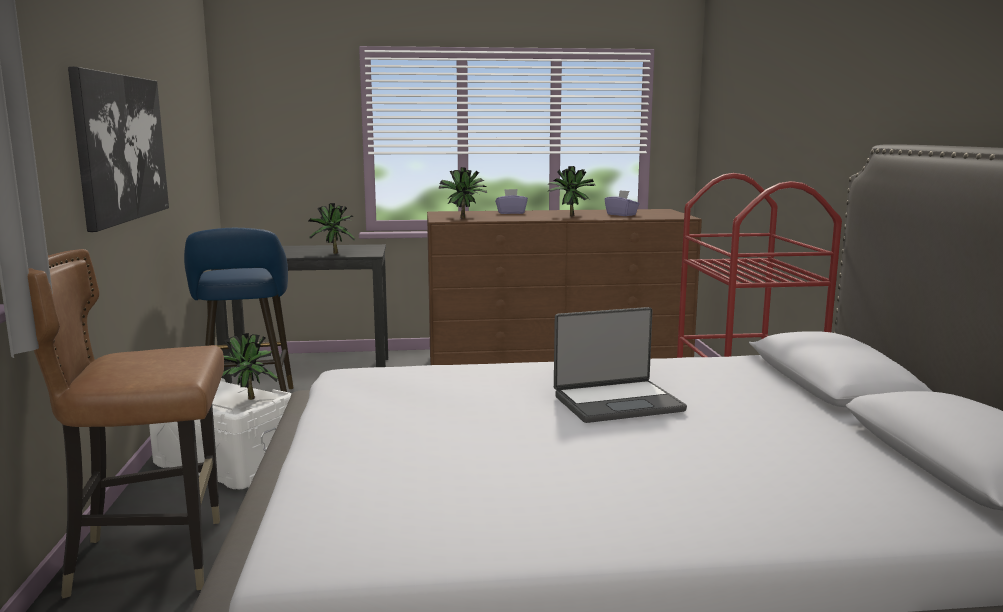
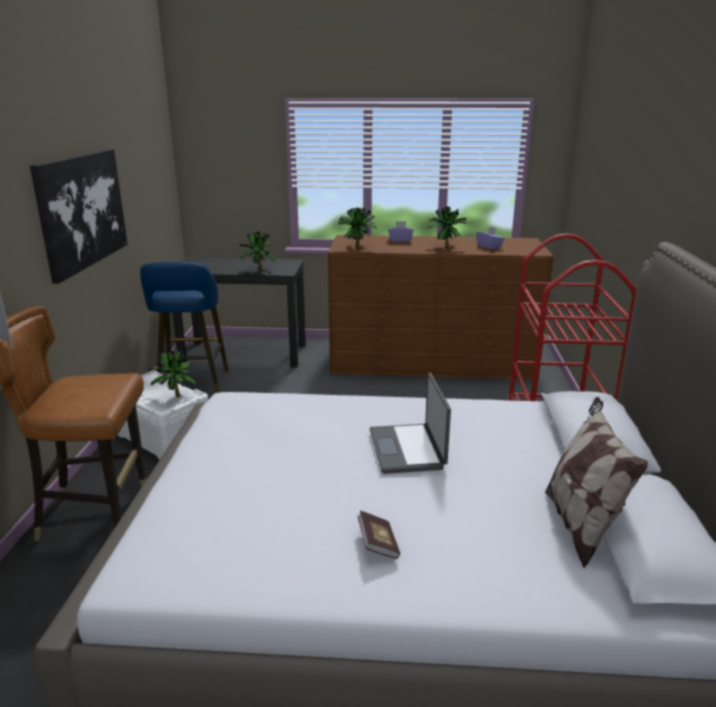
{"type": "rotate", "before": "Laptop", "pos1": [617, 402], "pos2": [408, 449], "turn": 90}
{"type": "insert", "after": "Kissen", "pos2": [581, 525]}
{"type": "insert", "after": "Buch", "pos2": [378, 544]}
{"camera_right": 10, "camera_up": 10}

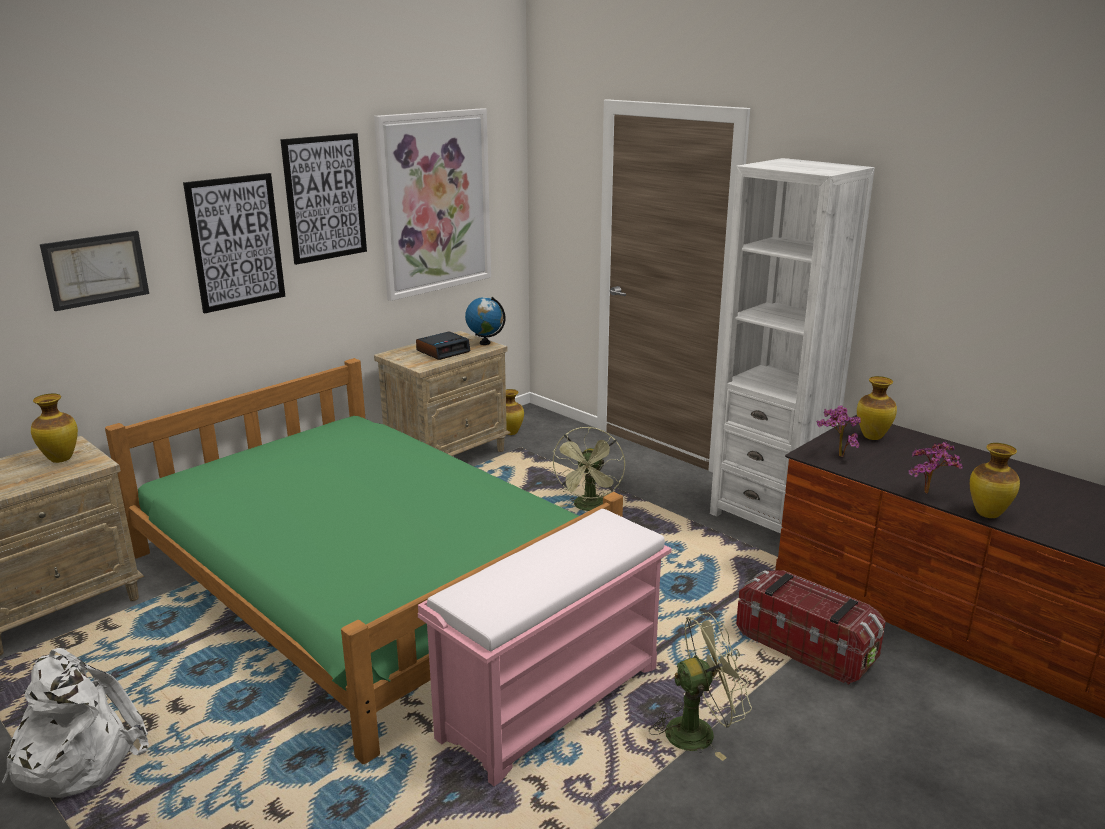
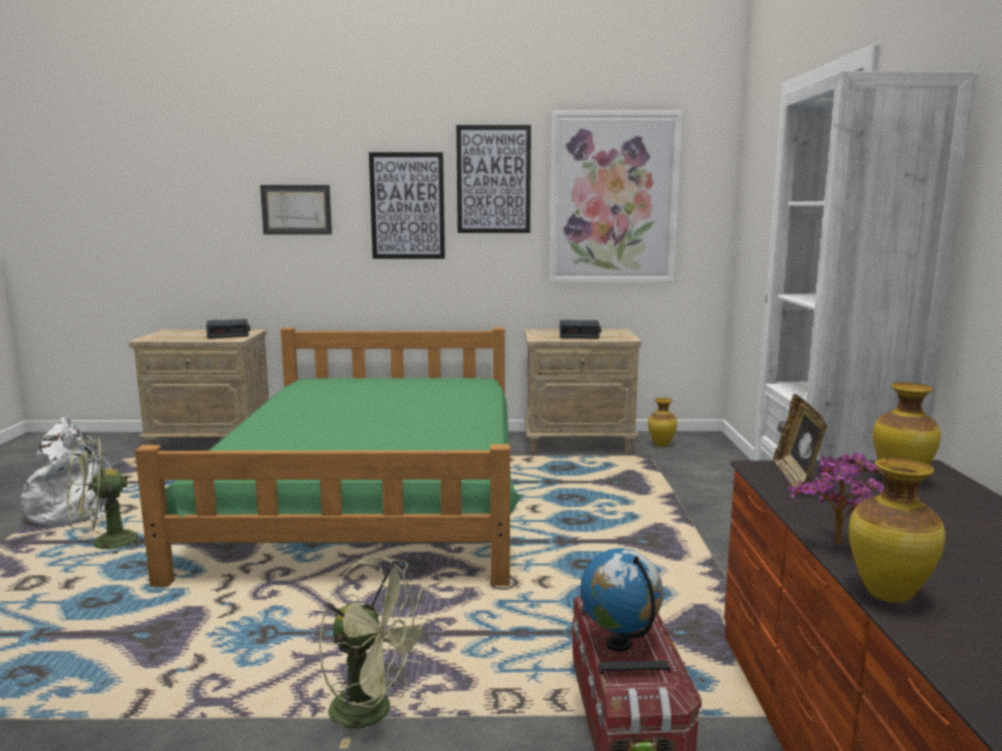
{"type": "move", "before": "Globus", "pos1": [485, 343], "pos2": [619, 644]}
{"type": "replace", "before": "Vase", "after": "Wecker", "pos1": [61, 459], "pos2": [228, 334]}
{"type": "replace", "before": "Topfpflanze", "after": "Bilderrahmen", "pos1": [836, 455], "pos2": [796, 478]}
{"type": "move", "before": "Ventilator [grün]", "pos1": [589, 508], "pos2": [105, 544]}
{"type": "delete", "before": "Bank [rosa]", "pos1": [552, 700]}
{"camera_right": 45, "camera_up": -10}

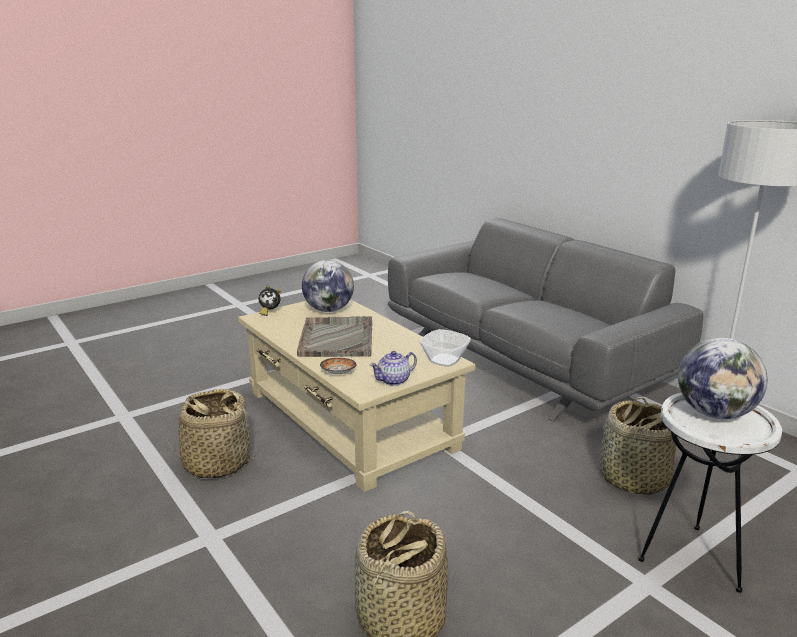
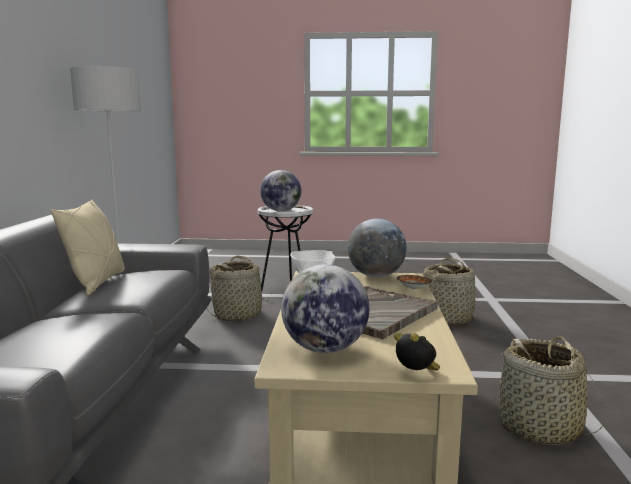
{"type": "replace", "before": "Teekanne", "after": "Globus", "pos1": [394, 380], "pos2": [376, 276]}
{"type": "insert", "after": "Kissen [beige]", "pos2": [97, 283]}
{"camera_right": -140, "camera_up": -10}

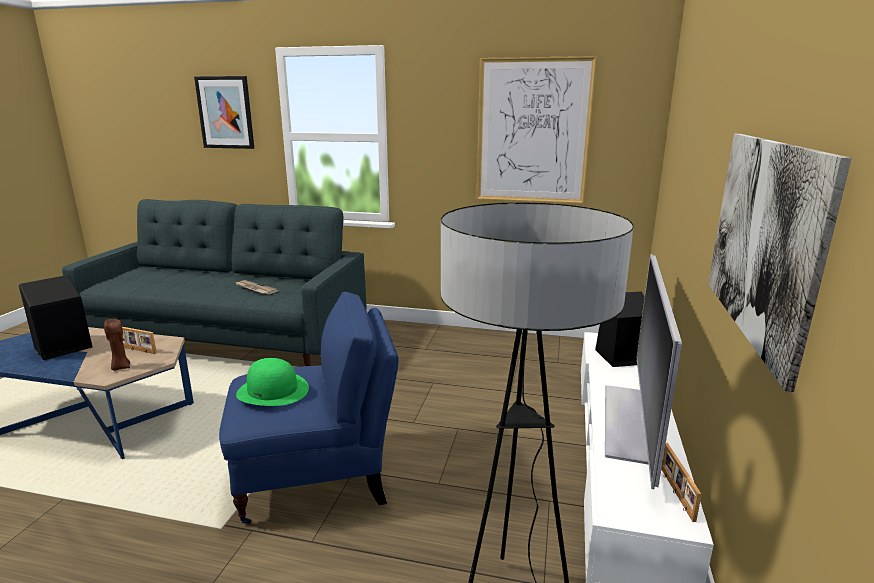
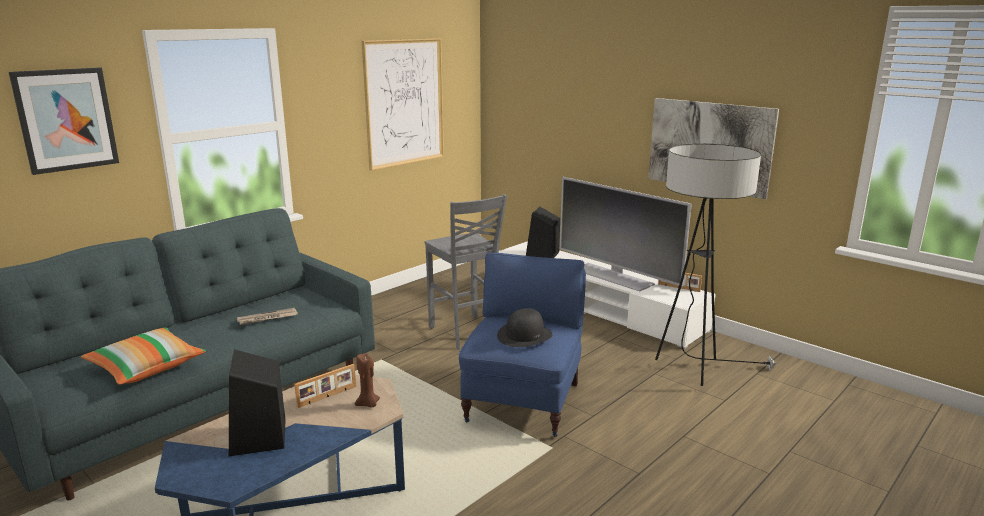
{"type": "recolor", "before": "Hut [grün]", "after": "Hut [schwarz]", "pos1": [273, 390], "pos2": [524, 335]}
{"type": "insert", "after": "Hocker [grau]", "pos2": [465, 334]}
{"type": "insert", "after": "Kissen", "pos2": [147, 368]}
{"camera_right": -60, "camera_up": 0}

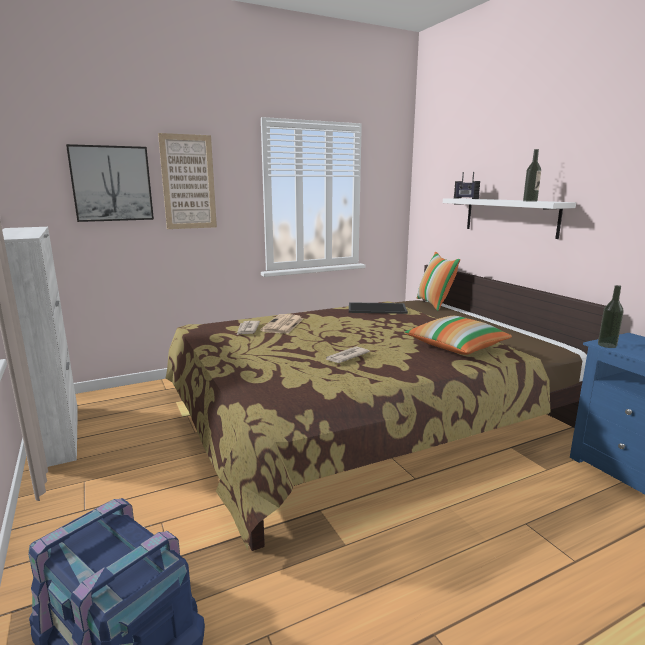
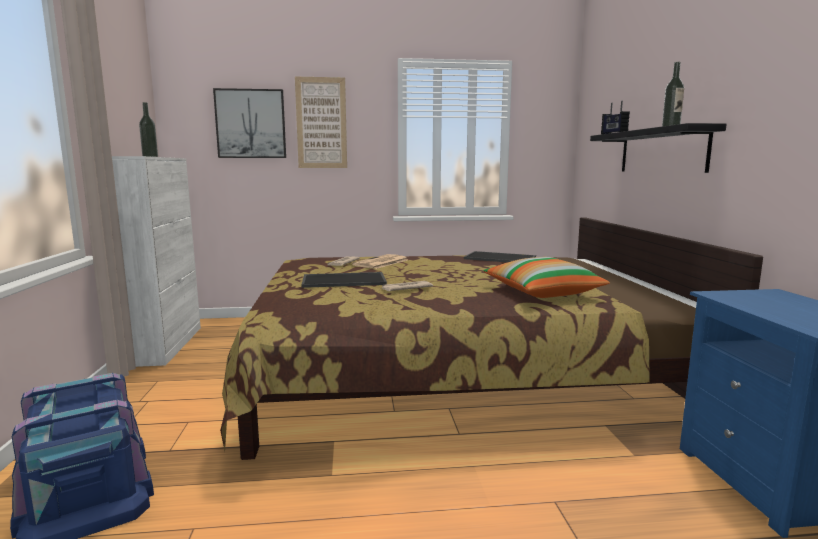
{"type": "recolor", "before": "Wandregal [weiß]", "after": "Wandregal [schwarz]", "pos1": [510, 216], "pos2": [661, 151]}
{"type": "delete", "before": "Kissen", "pos1": [435, 304]}
{"type": "move", "before": "Flasche", "pos1": [607, 345], "pos2": [150, 156]}
{"type": "insert", "after": "Tablett", "pos2": [345, 280]}
{"camera_right": 20, "camera_up": -5}

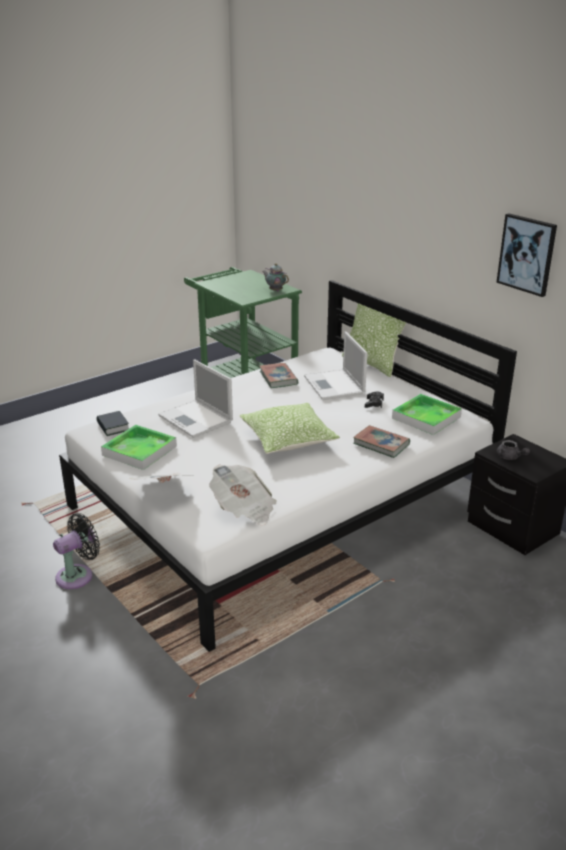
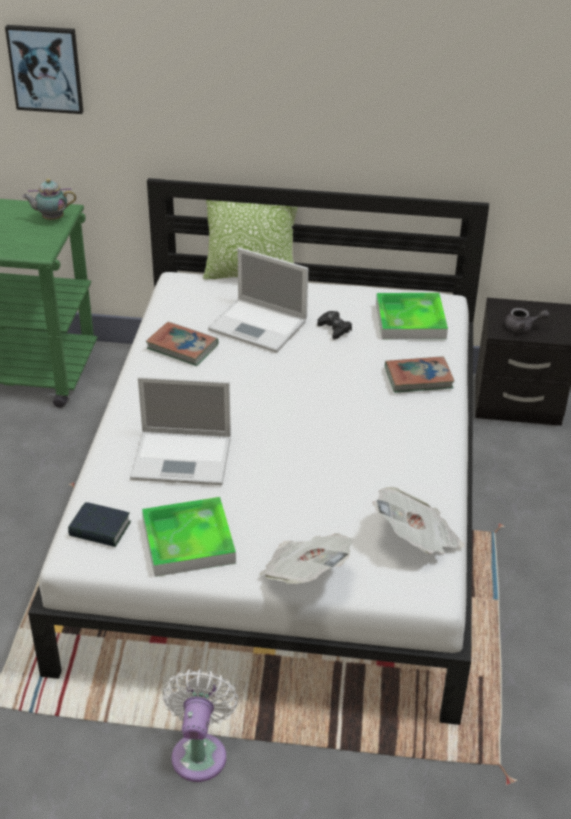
{"type": "move", "before": "Bild", "pos1": [527, 254], "pos2": [46, 68]}
{"type": "delete", "before": "Kissen", "pos1": [288, 439]}
{"type": "recolor", "before": "Ventilator [schwarz]", "after": "Ventilator [weiß]", "pos1": [78, 575], "pos2": [200, 752]}
{"camera_right": -45, "camera_up": 10}

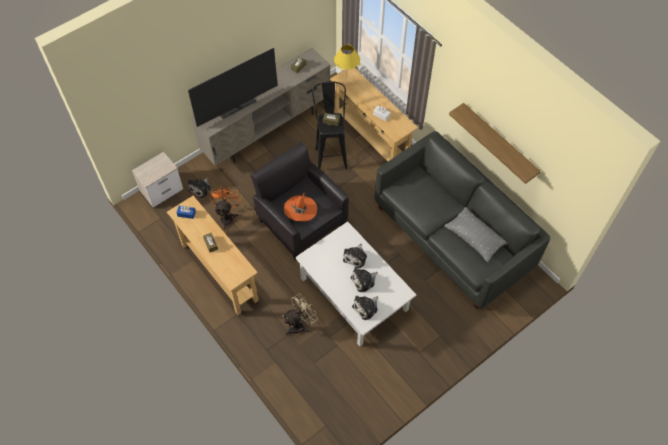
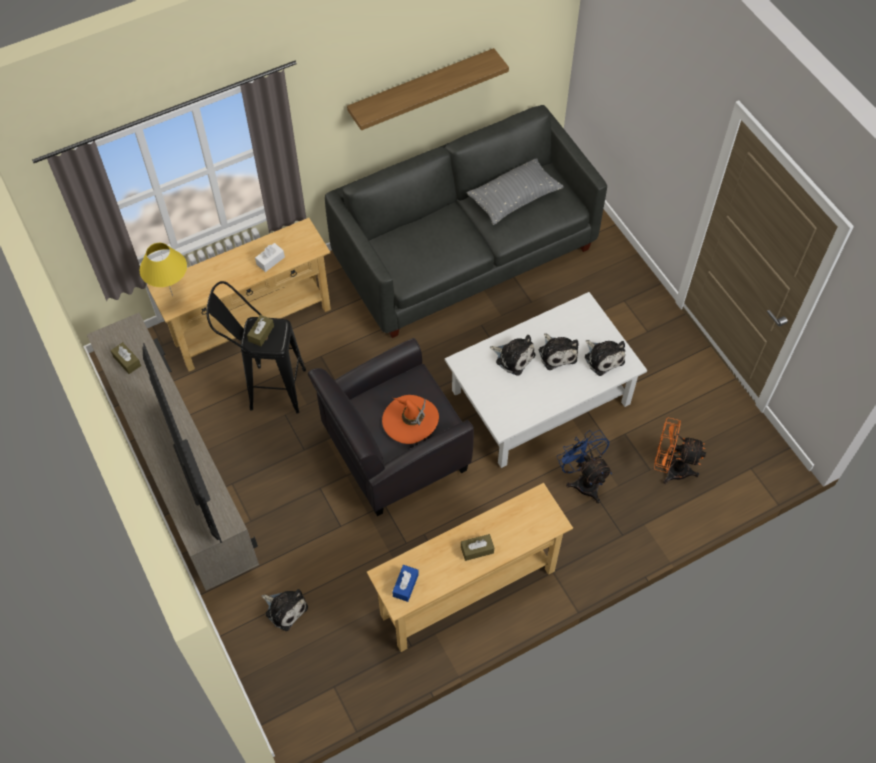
{"type": "delete", "before": "Nachttisch", "pos1": [162, 190]}
{"type": "move", "before": "Ventilator [orange]", "pos1": [227, 215], "pos2": [670, 468]}
{"type": "recolor", "before": "Ventilator [beige]", "after": "Ventilator [blau]", "pos1": [299, 324], "pos2": [583, 480]}
{"camera_right": -80, "camera_up": 0}

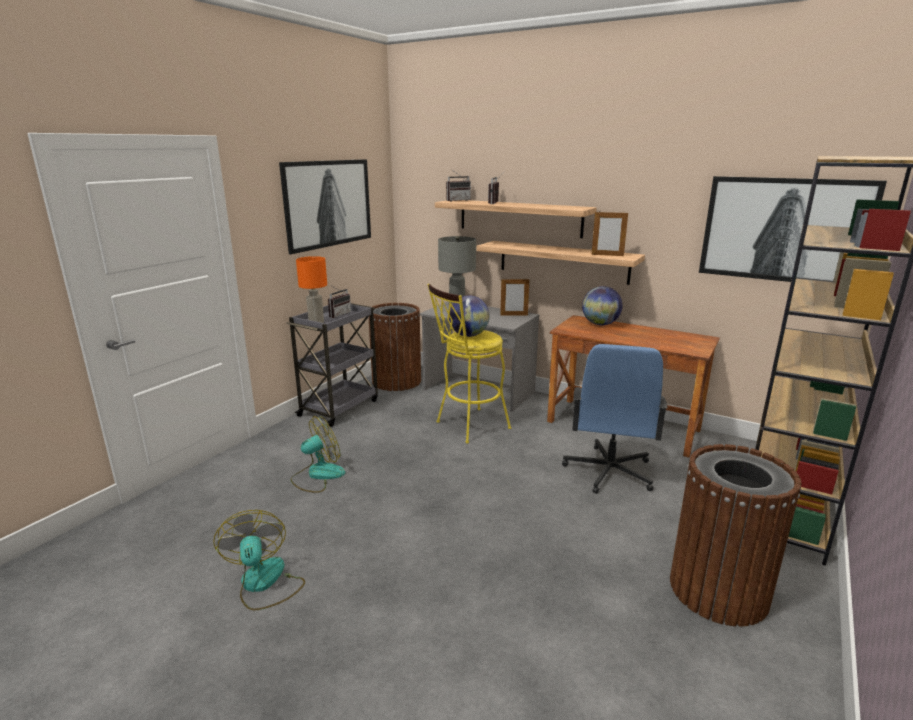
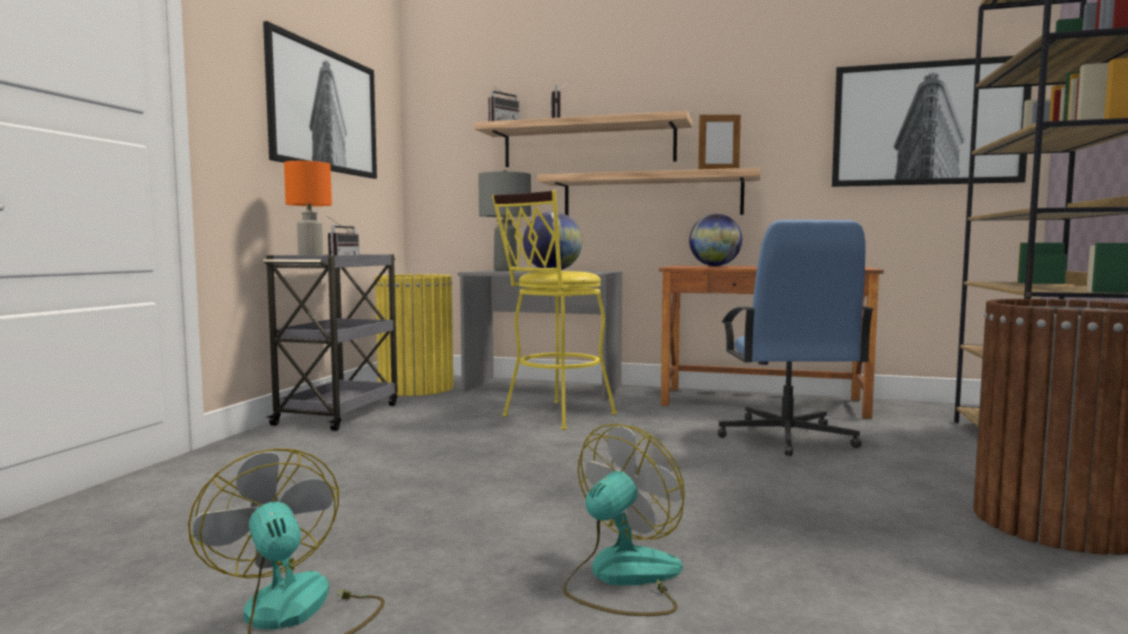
{"type": "delete", "before": "Bilderrahmen", "pos1": [514, 315]}
{"type": "recolor", "before": "Mülleimer [braun]", "after": "Mülleimer [gelb]", "pos1": [397, 381], "pos2": [416, 388]}
{"type": "move", "before": "Ventilator", "pos1": [317, 475], "pos2": [622, 578]}
{"camera_right": -15, "camera_up": -15}

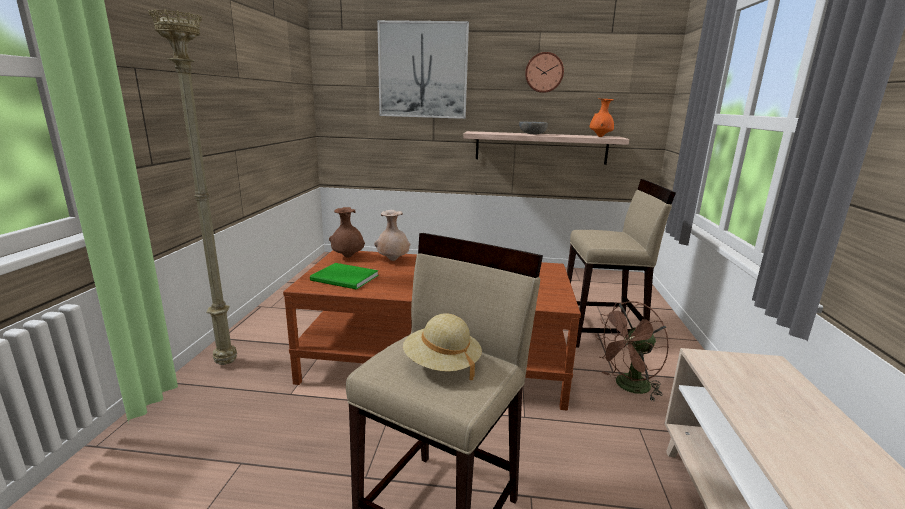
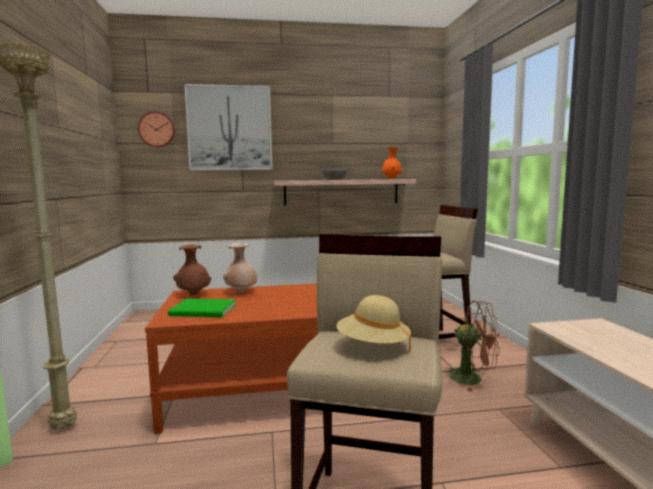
{"type": "move", "before": "Wanduhr", "pos1": [544, 72], "pos2": [157, 129]}
{"type": "rotate", "before": "Ventilator [braun]", "pos1": [628, 387], "pos2": [473, 379], "turn": -105}
{"camera_right": -15, "camera_up": -10}

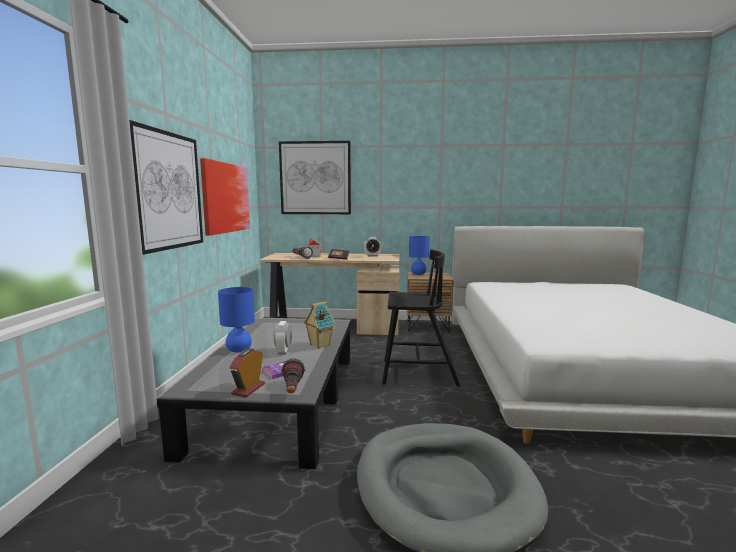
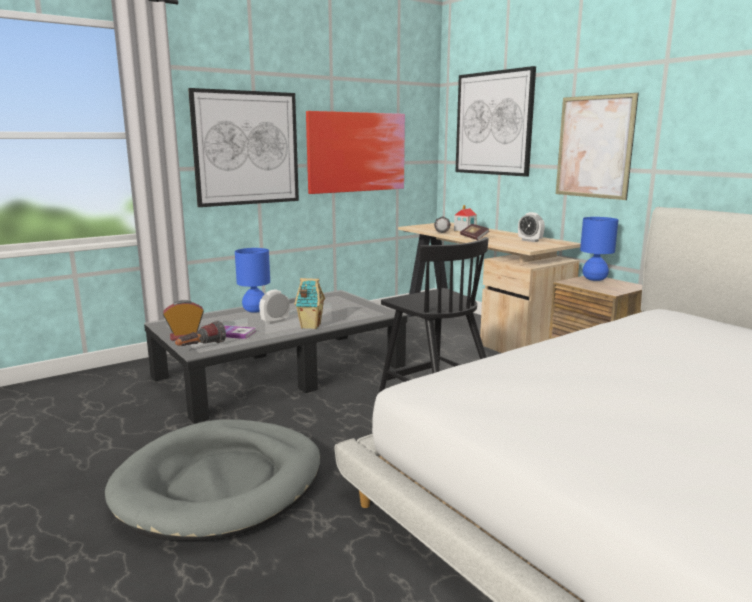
{"type": "insert", "after": "Bild", "pos2": [594, 147]}
{"camera_right": 50, "camera_up": 5}

